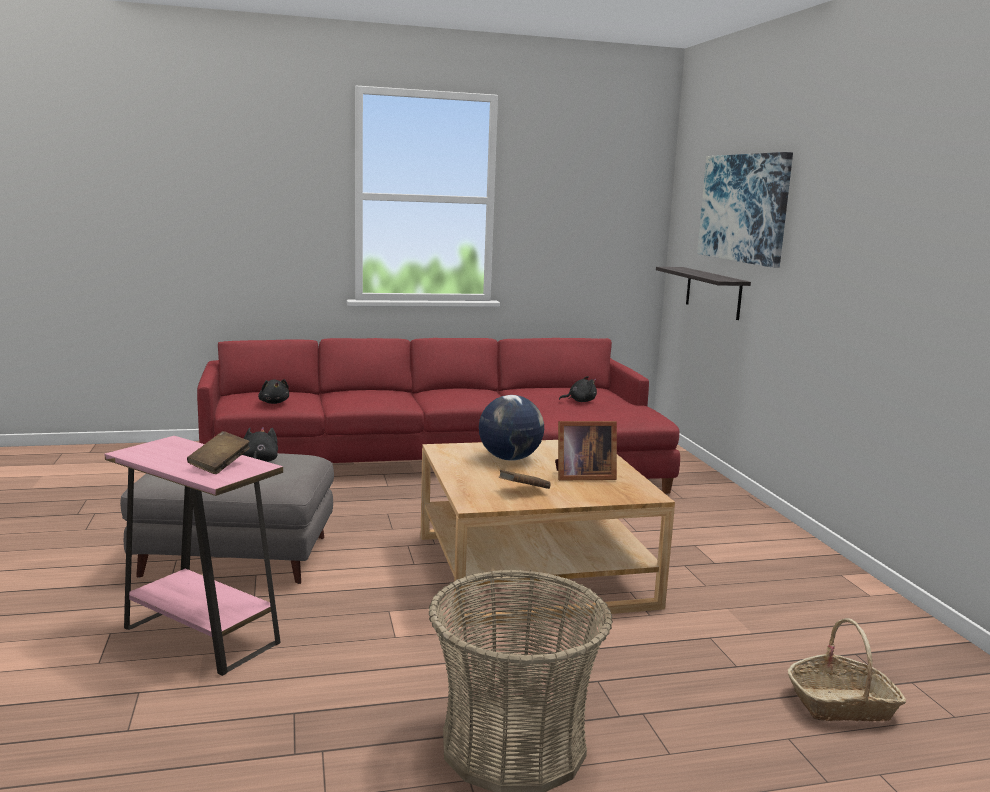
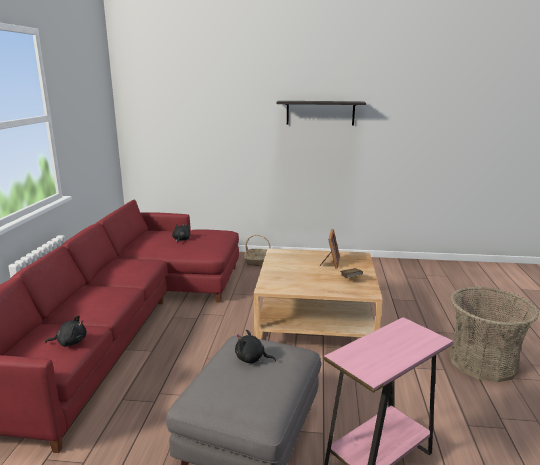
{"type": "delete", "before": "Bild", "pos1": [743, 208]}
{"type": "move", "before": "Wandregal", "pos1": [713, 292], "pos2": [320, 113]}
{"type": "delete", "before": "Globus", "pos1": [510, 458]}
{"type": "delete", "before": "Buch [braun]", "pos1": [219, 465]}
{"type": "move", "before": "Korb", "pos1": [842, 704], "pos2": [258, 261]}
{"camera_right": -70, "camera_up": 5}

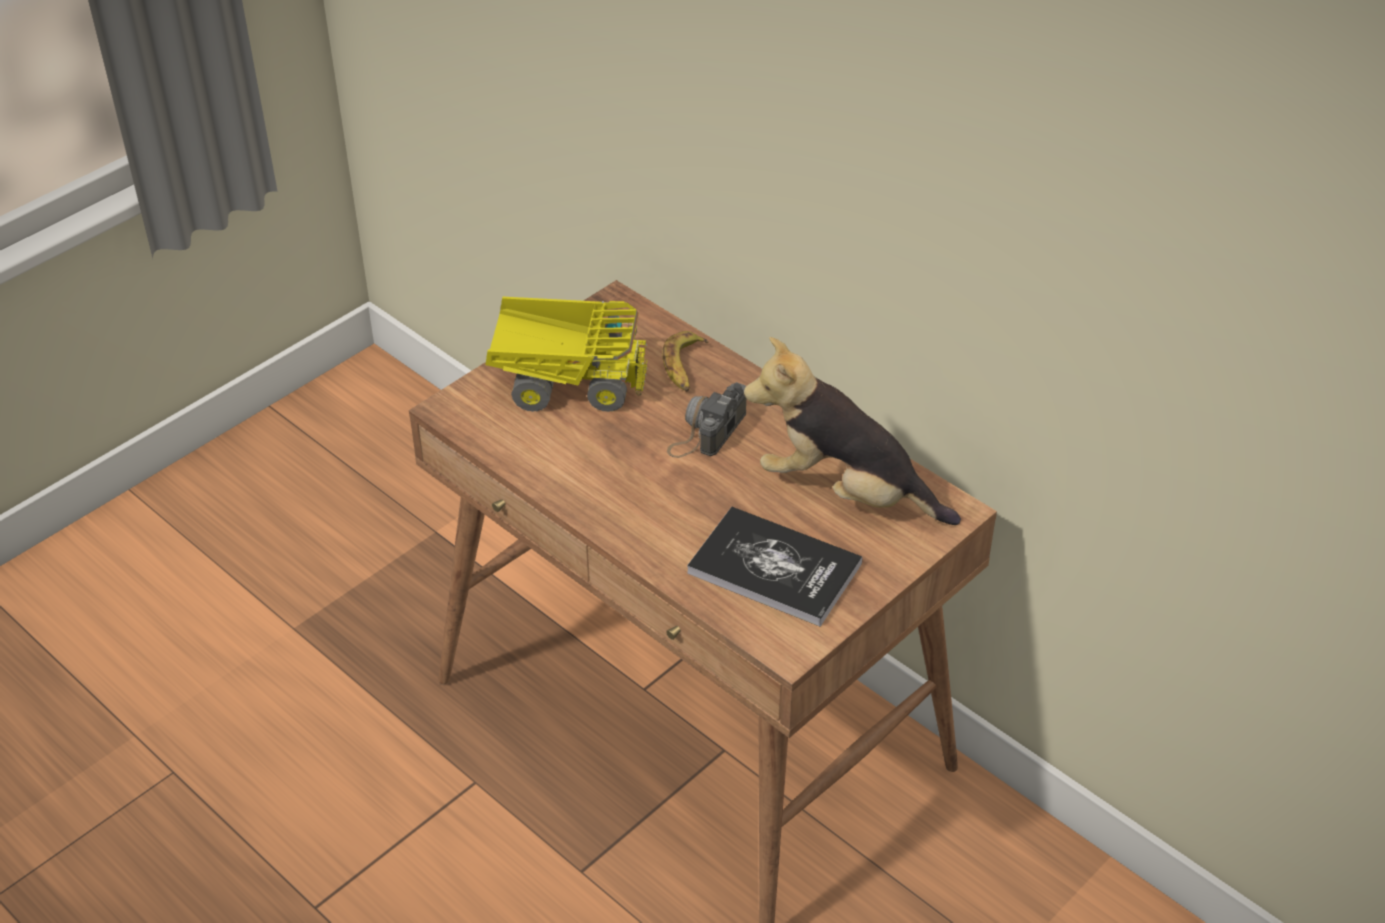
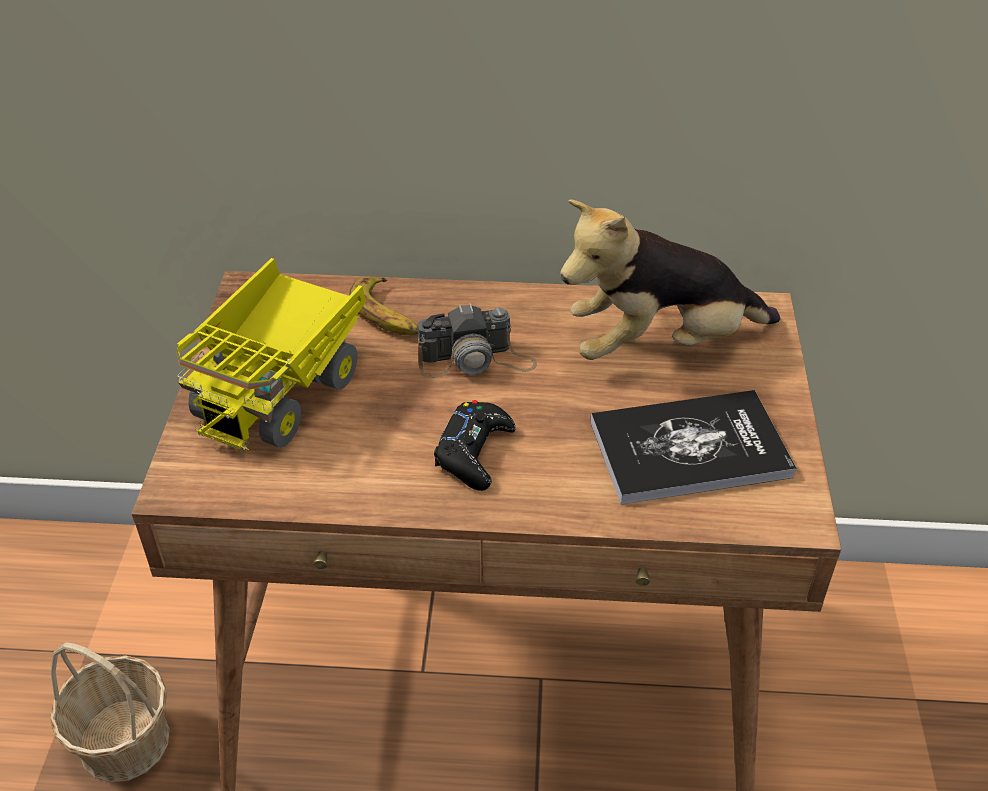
{"type": "rotate", "before": "Spielzeuglaster", "pos1": [566, 382], "pos2": [282, 389], "turn": 150}
{"type": "rotate", "before": "Kamera", "pos1": [707, 431], "pos2": [476, 360], "turn": -90}
{"type": "insert", "after": "Gamepad [schwarz]", "pos2": [474, 453]}
{"type": "insert", "after": "Korb", "pos2": [124, 740]}
{"camera_right": -40, "camera_up": 0}

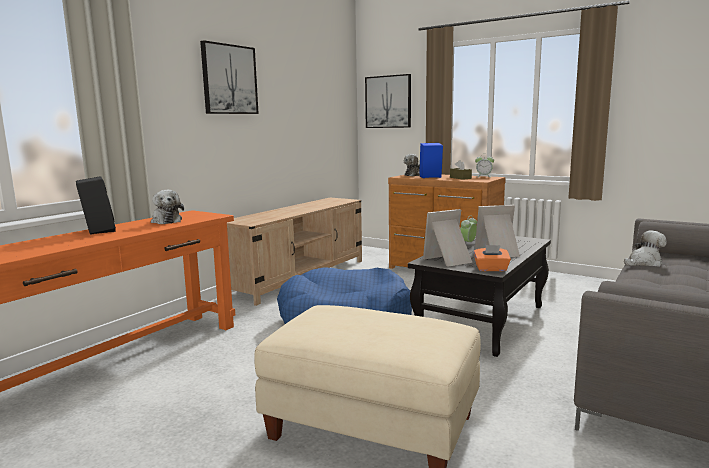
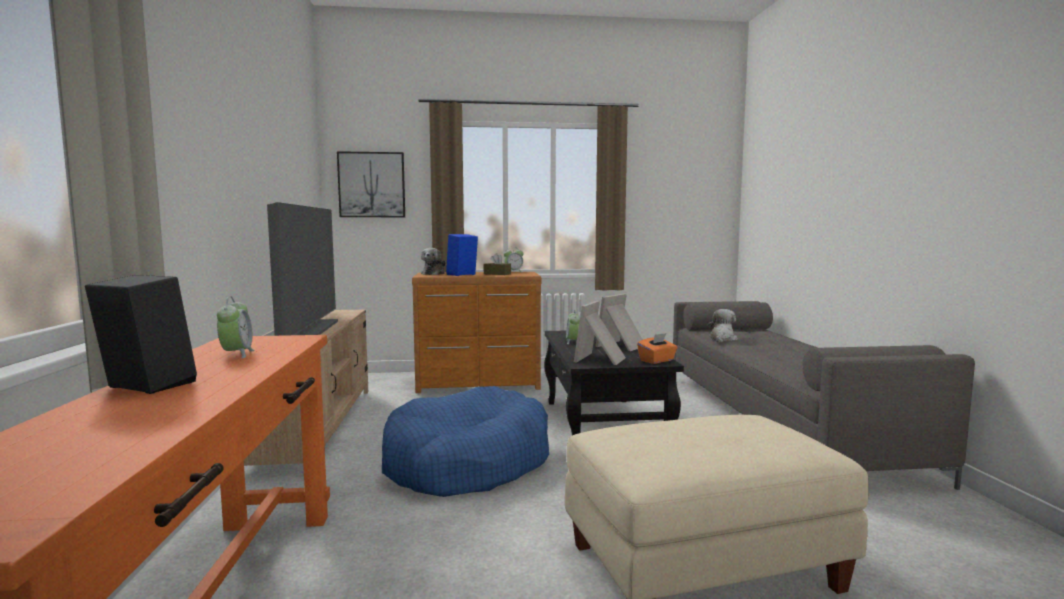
{"type": "delete", "before": "Bild", "pos1": [229, 79]}
{"type": "replace", "before": "Plüschtier", "after": "Wecker", "pos1": [166, 221], "pos2": [237, 354]}
{"type": "insert", "after": "Fernseher", "pos2": [304, 329]}
{"camera_right": -40, "camera_up": -5}

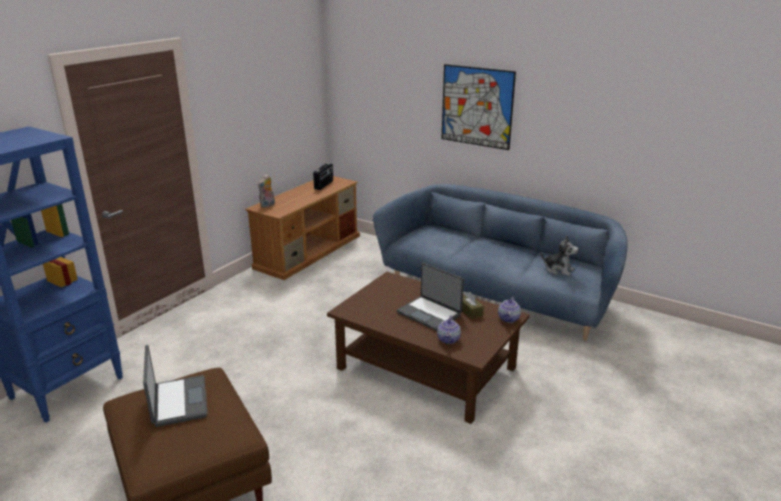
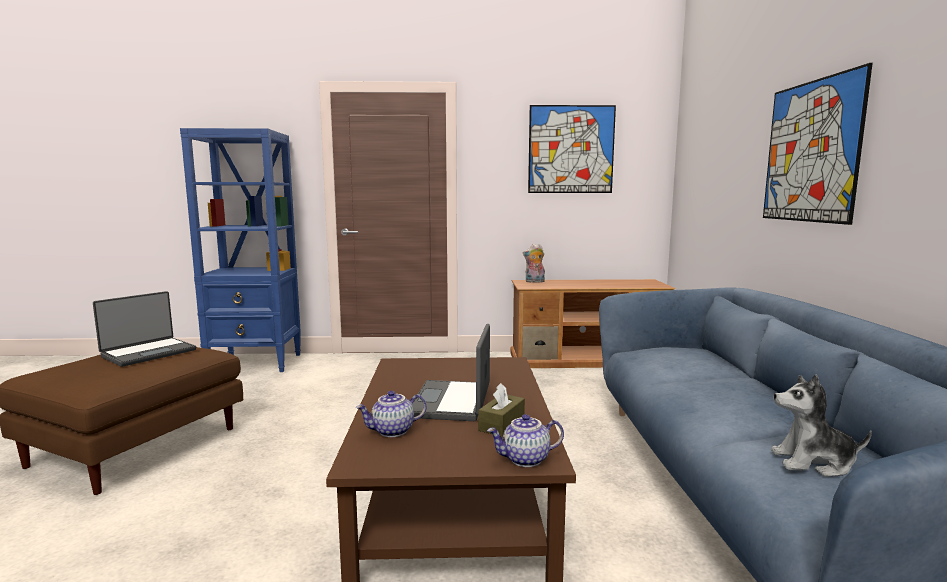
{"type": "delete", "before": "Radio", "pos1": [324, 185]}
{"type": "rotate", "before": "Plüschtier", "pos1": [558, 270], "pos2": [813, 462], "turn": 105}
{"type": "insert", "after": "Bild", "pos2": [571, 149]}
{"camera_right": 55, "camera_up": -15}

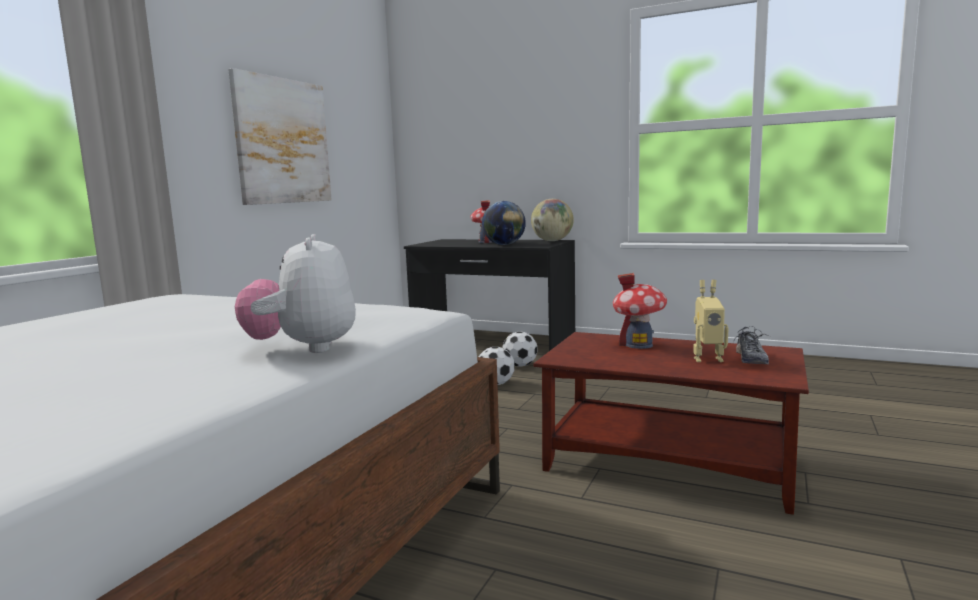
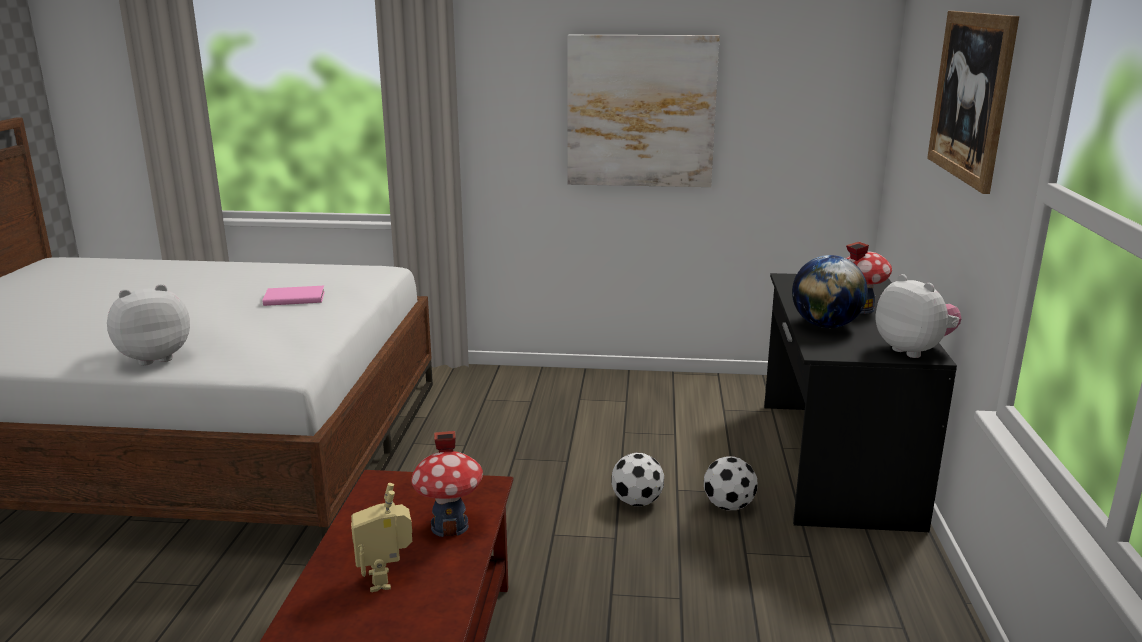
{"type": "replace", "before": "Globus", "after": "Plüschtier", "pos1": [552, 241], "pos2": [913, 350]}
{"type": "delete", "before": "Schuh", "pos1": [751, 359]}
{"type": "insert", "after": "Bild", "pos2": [970, 96]}
{"type": "insert", "after": "Buch [rosa]", "pos2": [294, 298]}
{"camera_right": 70, "camera_up": 10}

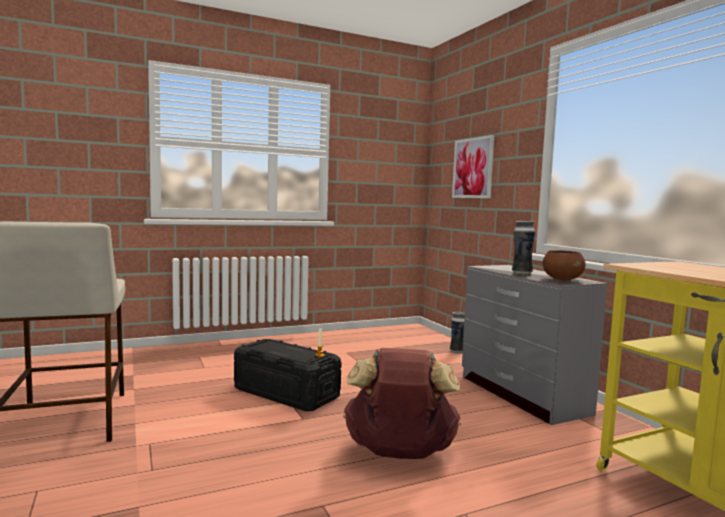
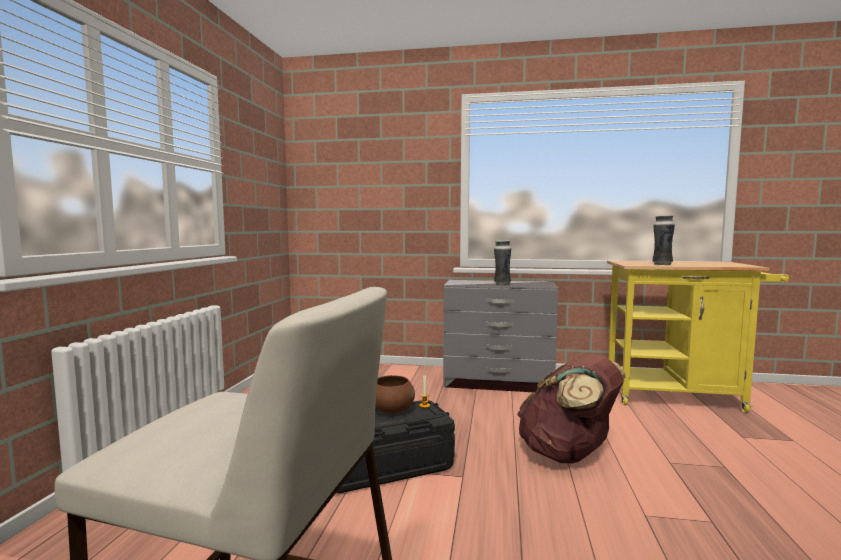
{"type": "delete", "before": "Bild", "pos1": [473, 168]}
{"type": "move", "before": "Schüssel [braun]", "pos1": [562, 279], "pos2": [392, 410]}
{"type": "move", "before": "Vase", "pos1": [457, 352], "pos2": [661, 264]}
{"camera_right": -55, "camera_up": 0}

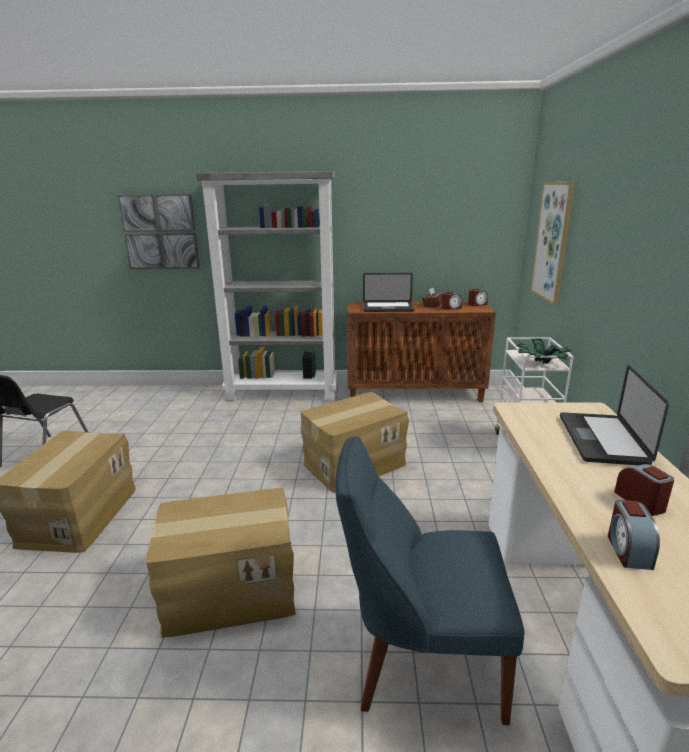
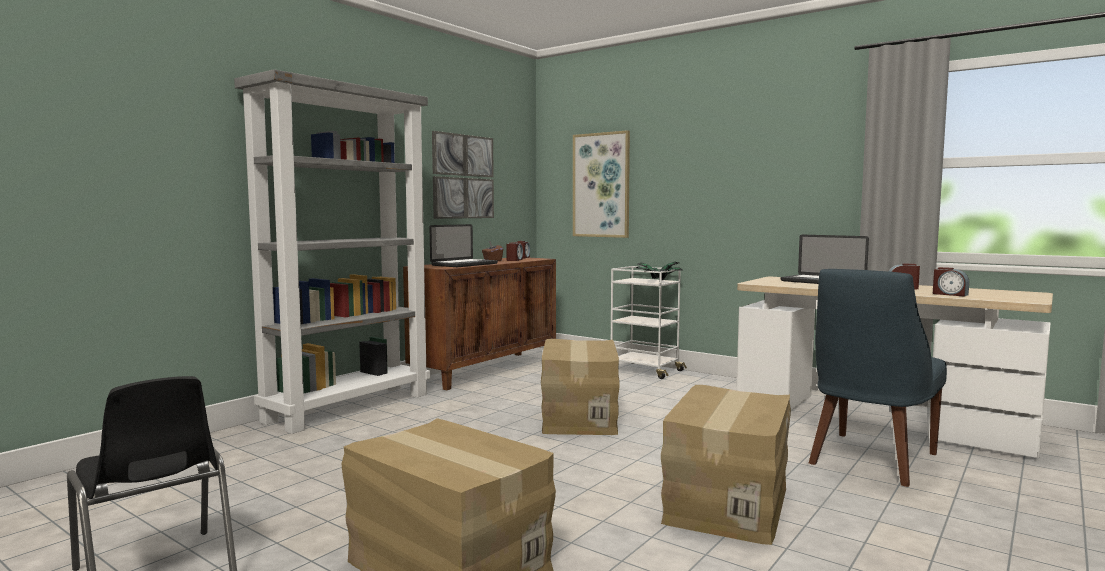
{"type": "move", "before": "Bild", "pos1": [160, 232], "pos2": [463, 176]}
{"camera_right": -55, "camera_up": -15}

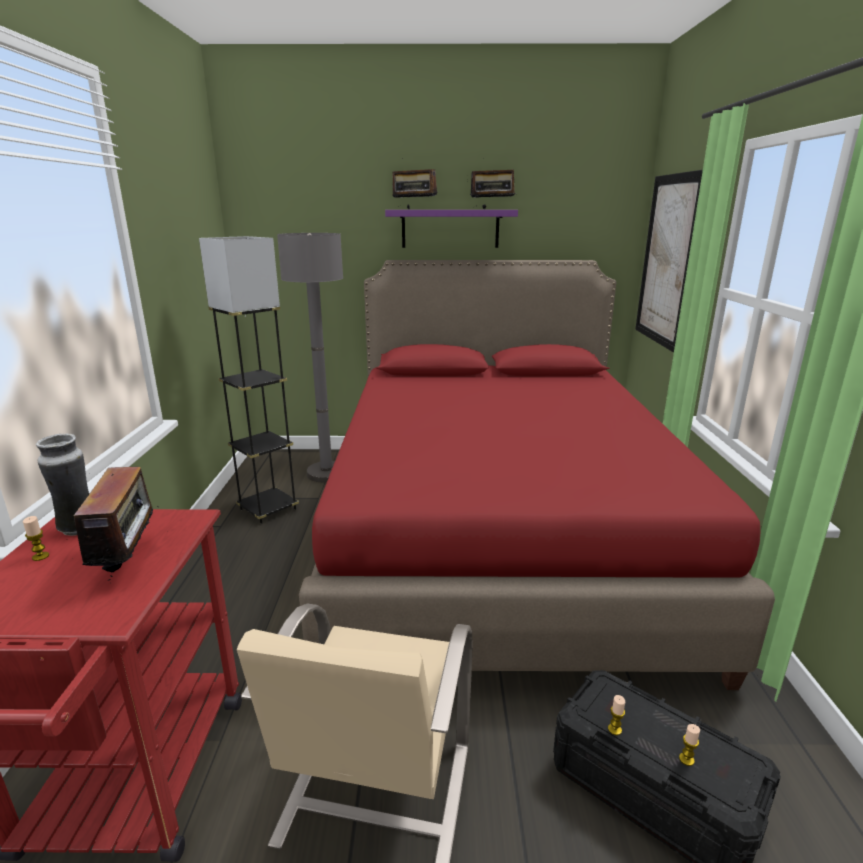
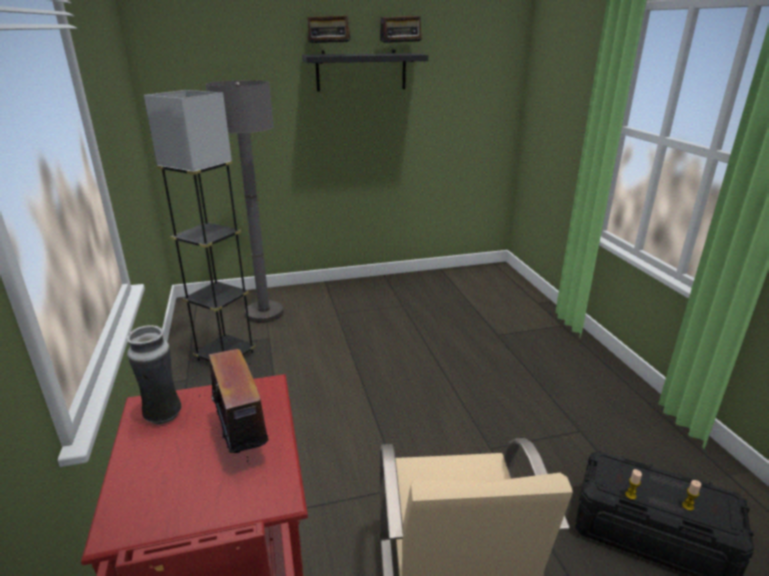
{"type": "delete", "before": "Bild", "pos1": [667, 261]}
{"type": "recolor", "before": "Wandregal [lila]", "after": "Wandregal [schwarz]", "pos1": [450, 228], "pos2": [361, 72]}
{"type": "delete", "before": "Bett [rot]", "pos1": [497, 533]}
{"type": "delete", "before": "Kerze", "pos1": [40, 556]}
{"camera_right": -15, "camera_up": 5}

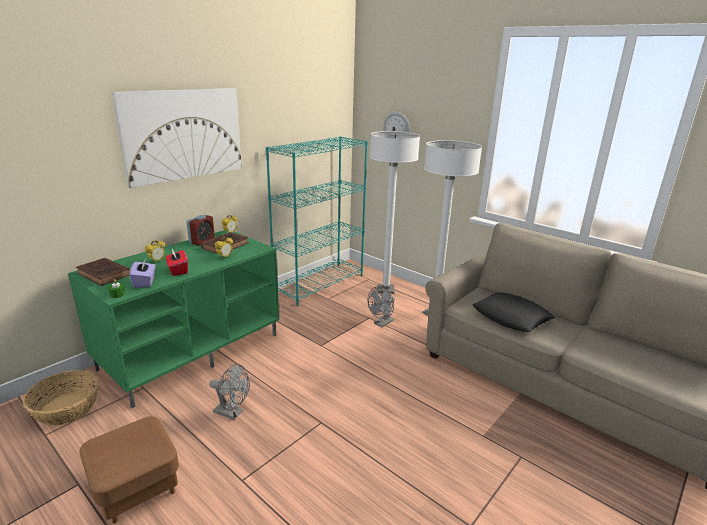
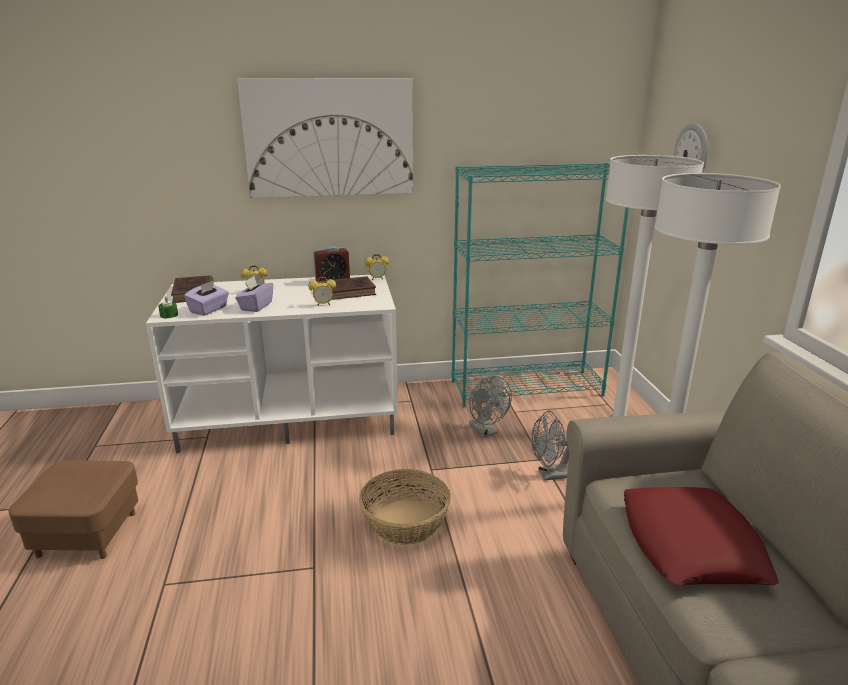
{"type": "recolor", "before": "Fernsehschrank [grün]", "after": "Fernsehschrank [weiß]", "pos1": [192, 350], "pos2": [291, 416]}
{"type": "recolor", "before": "Taschentuchbox [rot]", "after": "Taschentuchbox [lila]", "pos1": [178, 270], "pos2": [256, 306]}
{"type": "recolor", "before": "Kissen [schwarz]", "after": "Kissen [rot]", "pos1": [511, 317], "pos2": [691, 545]}
{"type": "move", "before": "Ventilator [grau]", "pos1": [232, 413], "pos2": [486, 431]}
{"type": "move", "before": "Korb", "pos1": [67, 408], "pos2": [405, 521]}
{"camera_right": 40, "camera_up": 0}

